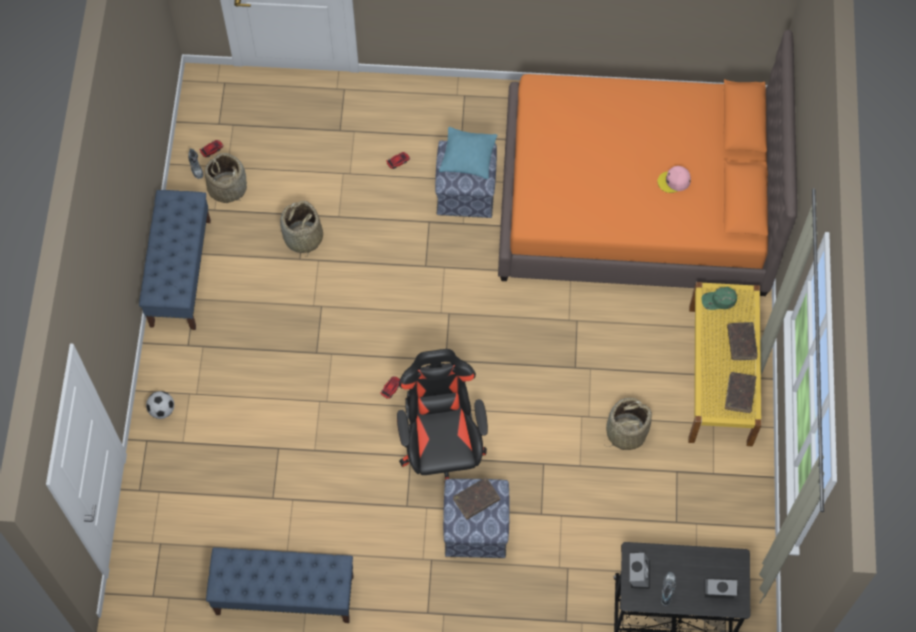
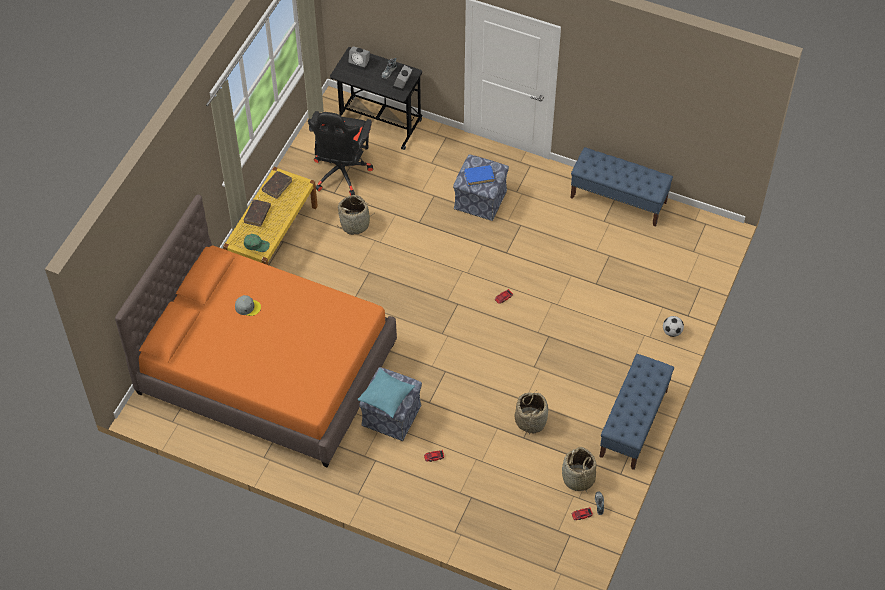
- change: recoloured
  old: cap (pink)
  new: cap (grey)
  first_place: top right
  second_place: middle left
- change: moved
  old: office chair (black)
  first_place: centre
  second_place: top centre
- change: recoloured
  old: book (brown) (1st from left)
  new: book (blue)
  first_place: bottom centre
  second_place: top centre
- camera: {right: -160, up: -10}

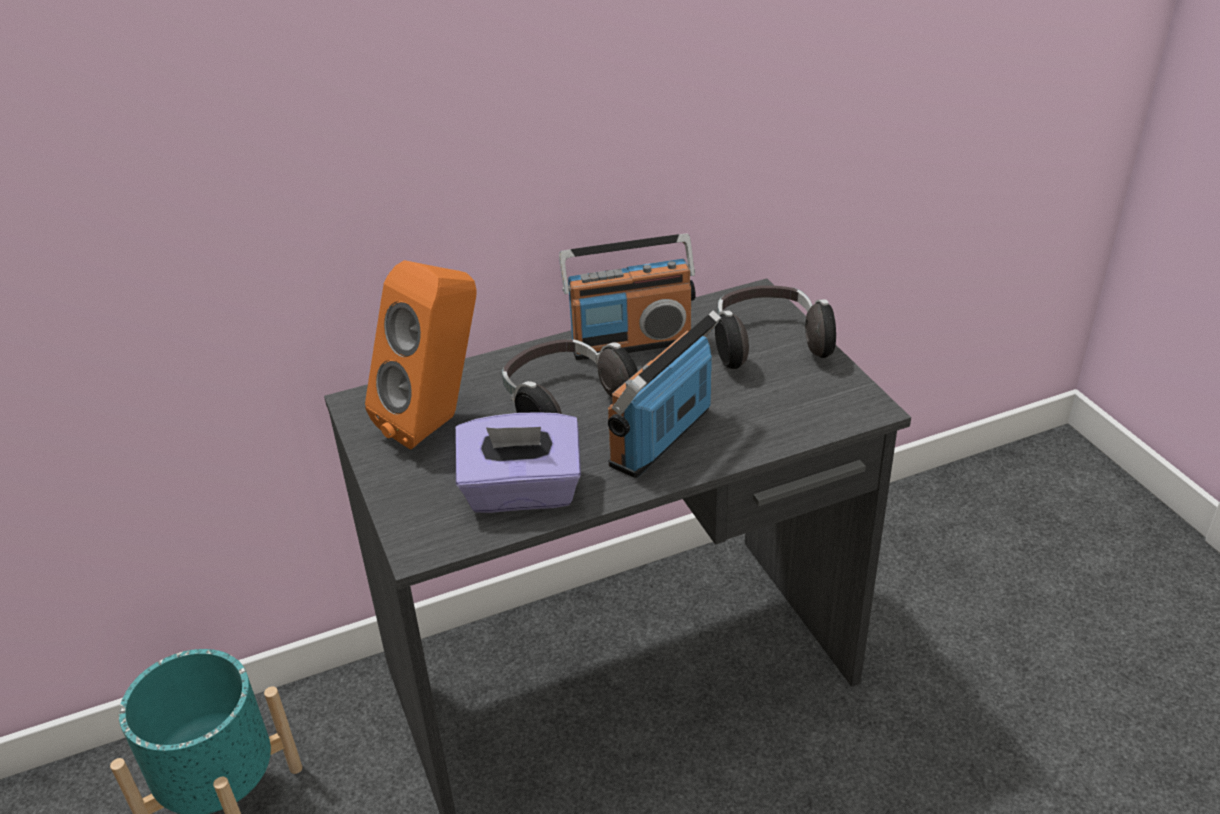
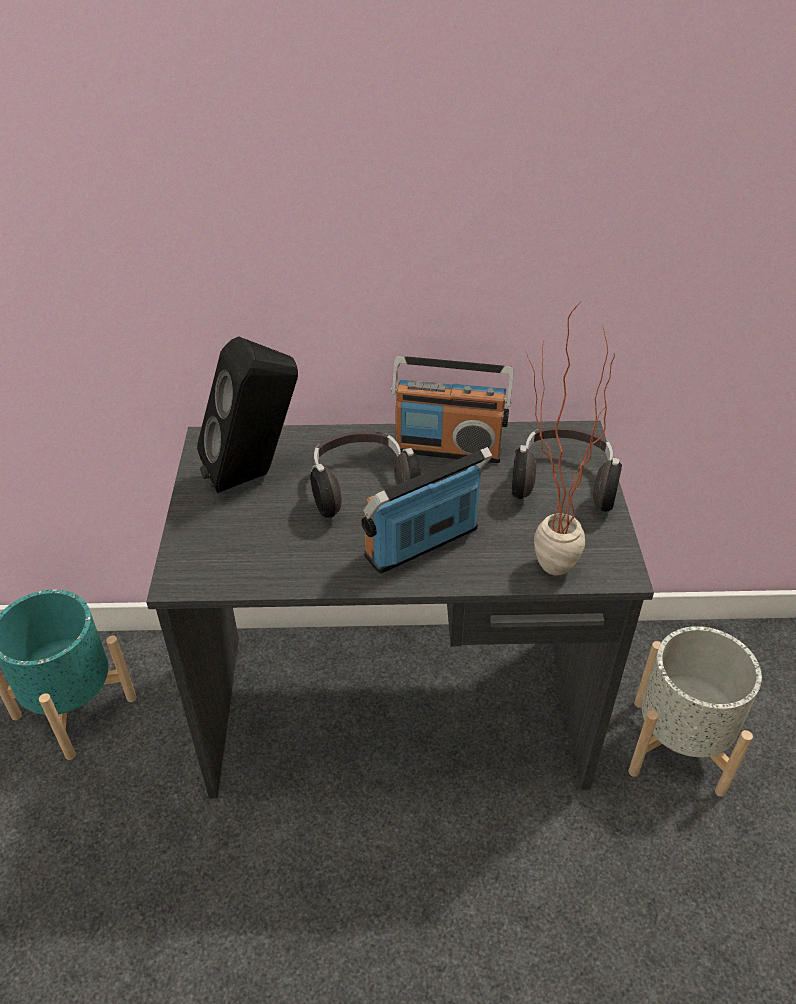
- change: recoloured
  old: speaker (orange)
  new: speaker (black)
  first_place: centre
  second_place: middle left
- change: added
  new: potted plant
  second_place: middle right
- change: added
  new: planter (grey)
  second_place: bottom right
- change: removed
  old: tissue box (purple)
  first_place: centre
- camera: {right: 20, up: 5}

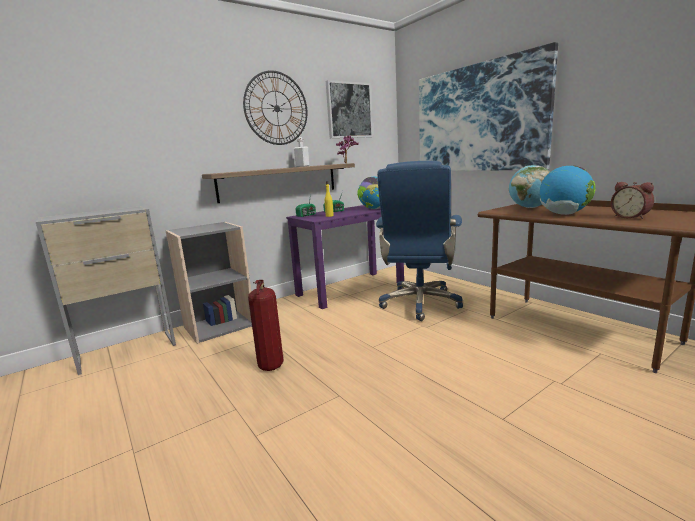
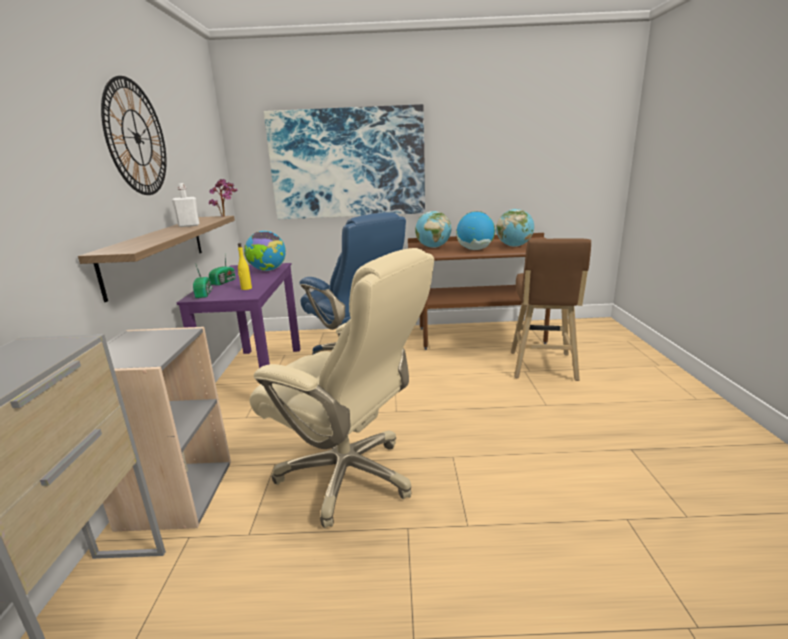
- change: replaced
  old: fire extinguisher
  new: office chair (beige)
  first_place: centre
  second_place: centre
- change: replaced
  old: alarm clock
  new: globe (4th from left)
  first_place: middle right
  second_place: centre
- change: added
  new: stool (brown)
  second_place: middle right
- change: removed
  old: picture (1st from left)
  first_place: top centre
- camera: {right: -55, up: 5}

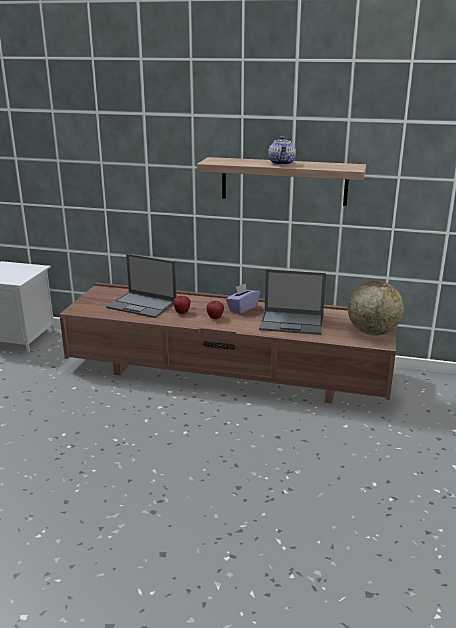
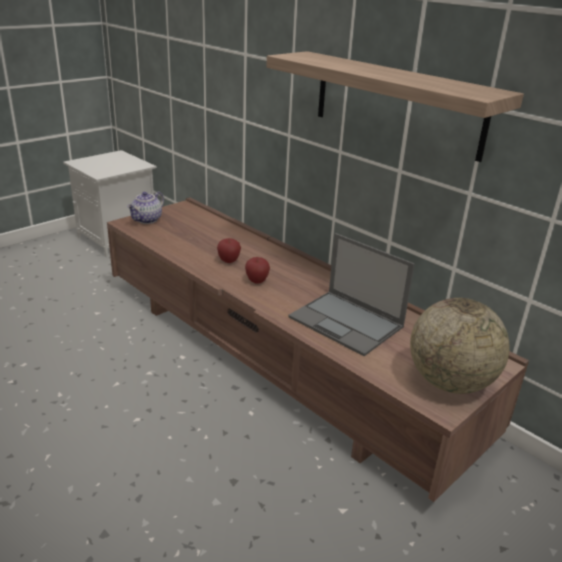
- change: moved
  old: teapot
  first_place: top centre
  second_place: middle left
- change: removed
  old: laptop (1st from left)
  first_place: middle left
- change: removed
  old: tissue box (purple)
  first_place: centre
- camera: {right: 30, up: 5}

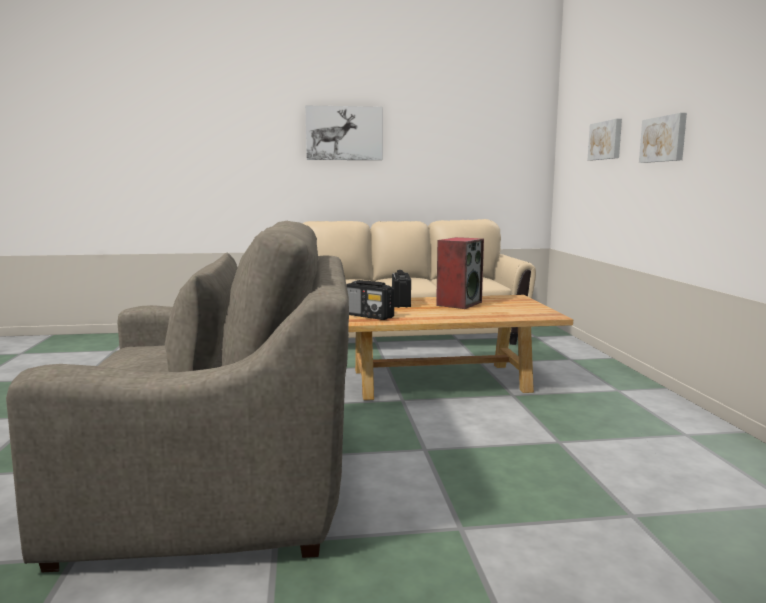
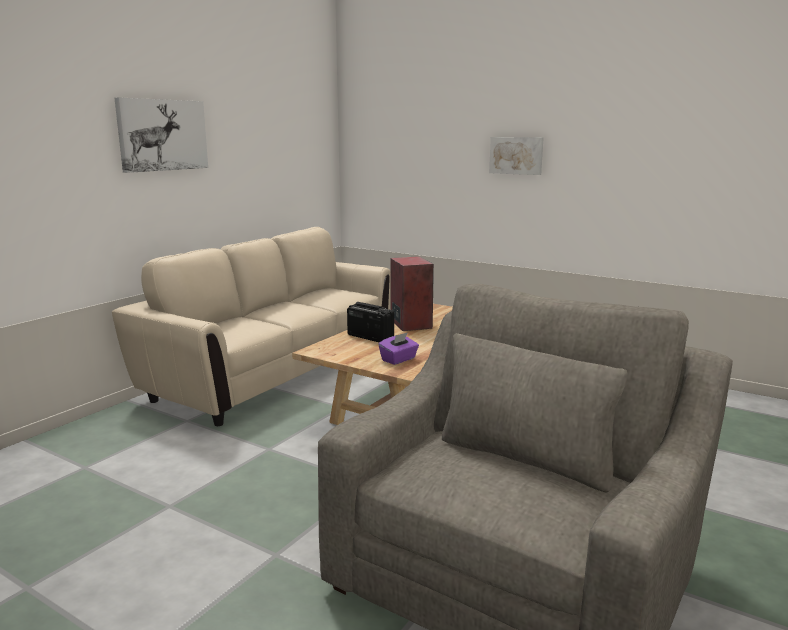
- change: replaced
  old: radio (1st from left)
  new: tissue box (purple)
  first_place: centre
  second_place: centre
- change: removed
  old: picture (2nd from left)
  first_place: top right
- camera: {right: -50, up: 5}

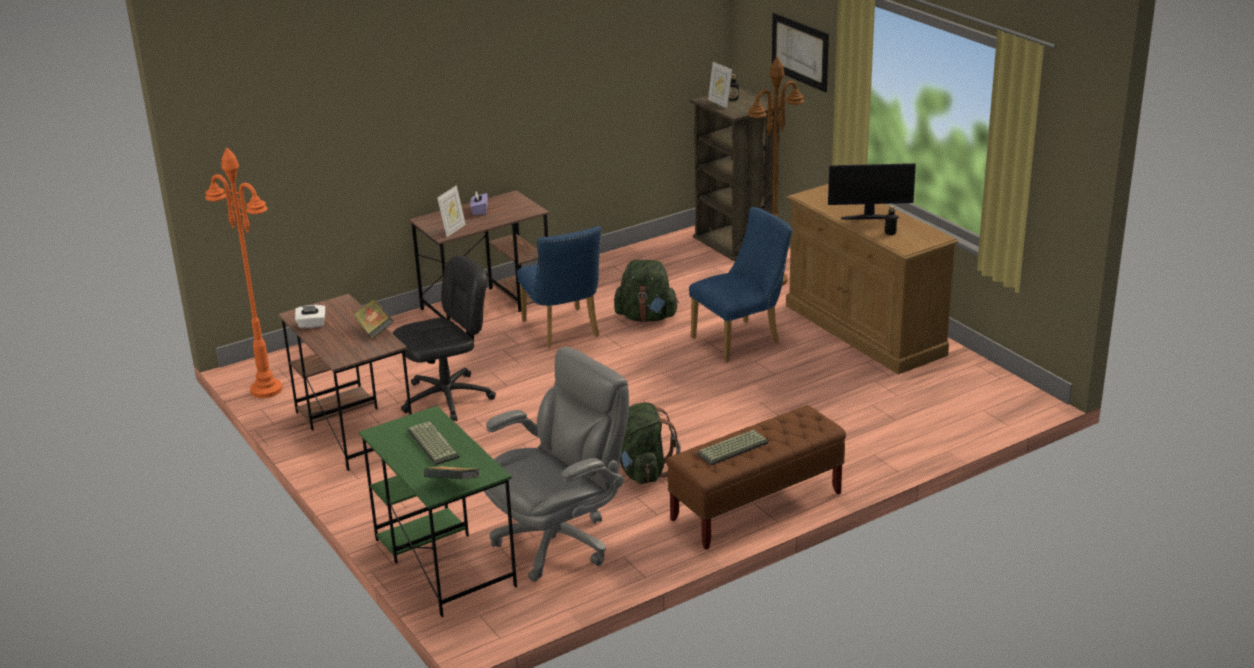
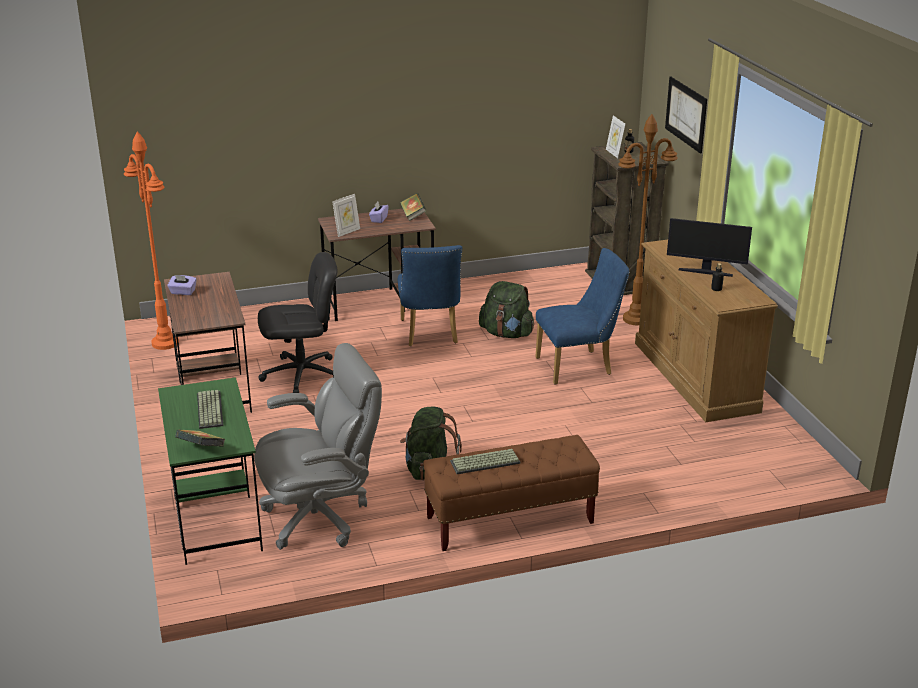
- change: recoloured
  old: tissue box (white)
  new: tissue box (purple) (1st from left)
  first_place: middle left
  second_place: middle left
- change: moved
  old: book (1st from left in the first image)
  new: book (2nd from left)
  first_place: middle left
  second_place: top centre
- camera: {right: 15, up: 0}

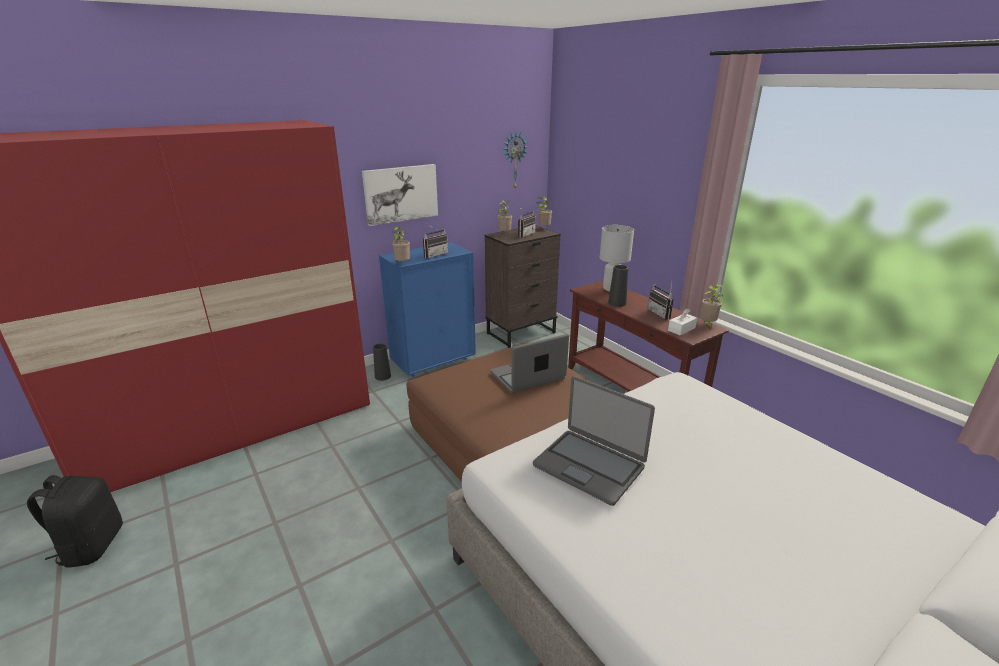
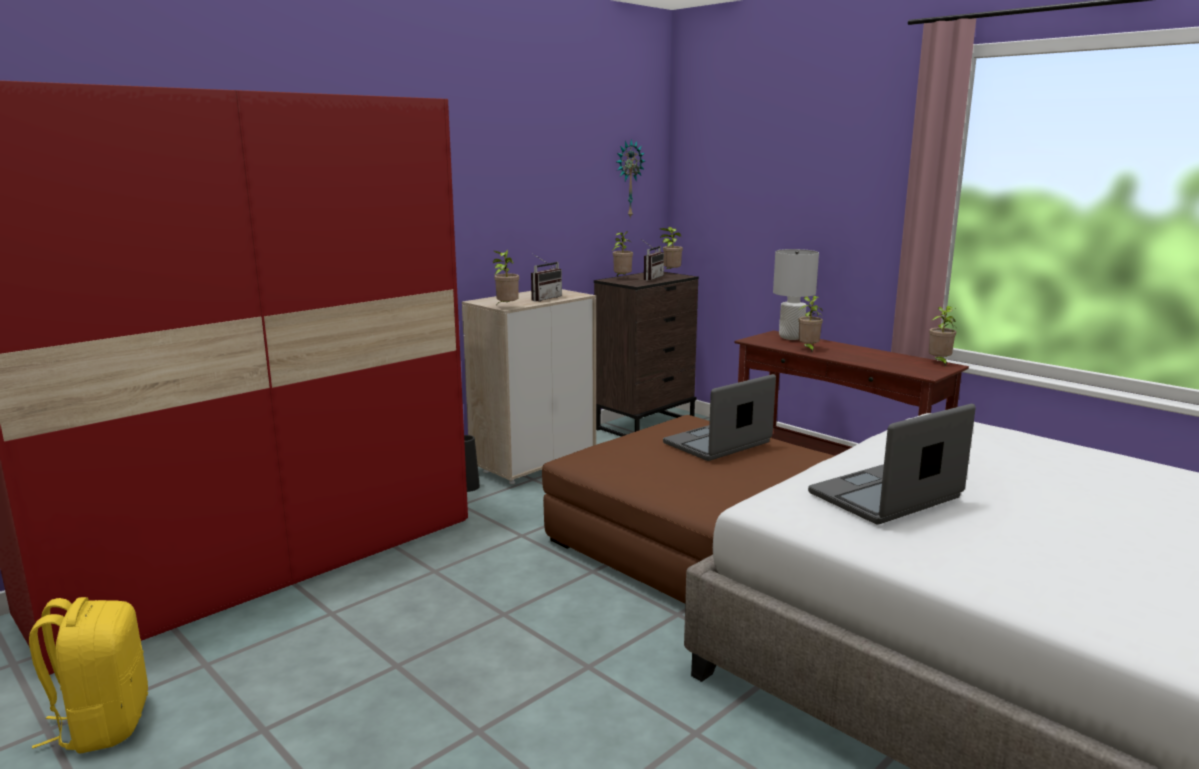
- change: recoloured
  old: backpack (black)
  new: backpack (yellow)
  first_place: bottom left
  second_place: bottom left
- change: recoloured
  old: cabinet (blue)
  new: cabinet (beige)
  first_place: centre
  second_place: centre
- change: replaced
  old: vase (black) (2nd from left)
  new: potted plant (4th from left)
  first_place: centre
  second_place: middle right
- change: turned
  old: laptop (2nd from left)
  first_place: centre
  second_place: middle right
  degrees: 120
- change: removed
  old: picture
  first_place: top centre
- change: removed
  old: radio (3rd from left)
  first_place: centre
- change: removed
  old: tissue box (white)
  first_place: middle right
- camera: {right: -10, up: -10}

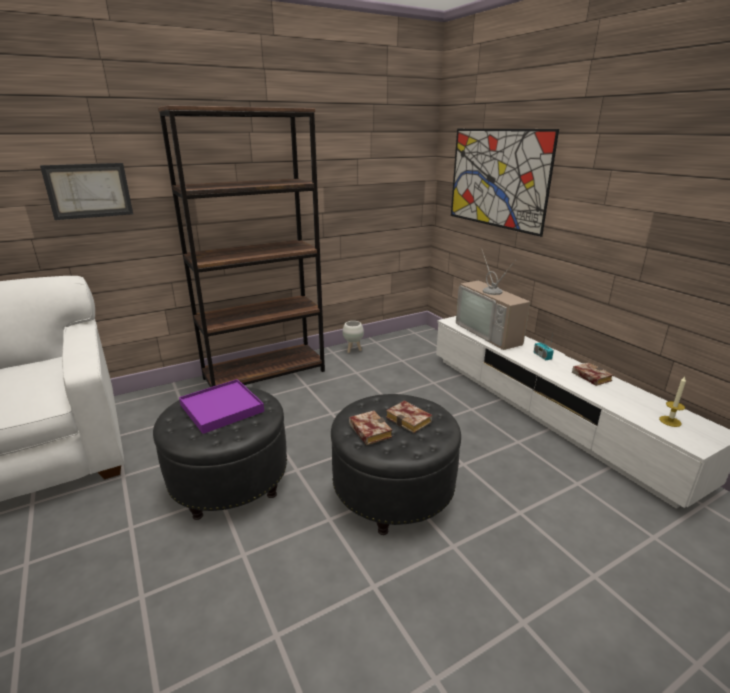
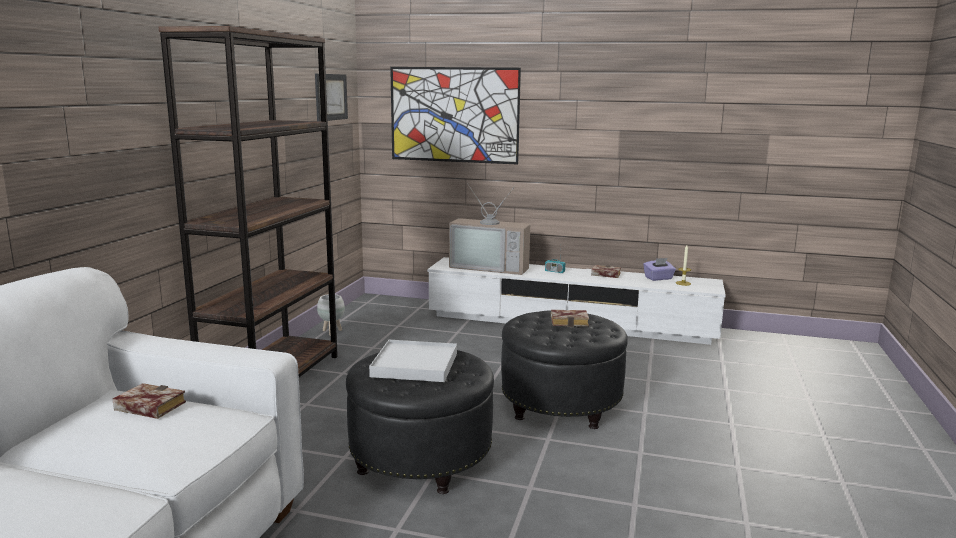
- change: moved
  old: book (1st from left)
  first_place: centre
  second_place: bottom left
- change: moved
  old: picture (1st from left)
  first_place: top left
  second_place: top centre
- change: recoloured
  old: tray (purple)
  new: tray (white)
  first_place: middle left
  second_place: bottom centre
- change: added
  new: tissue box (purple)
  second_place: middle right
- camera: {right: -45, up: -10}

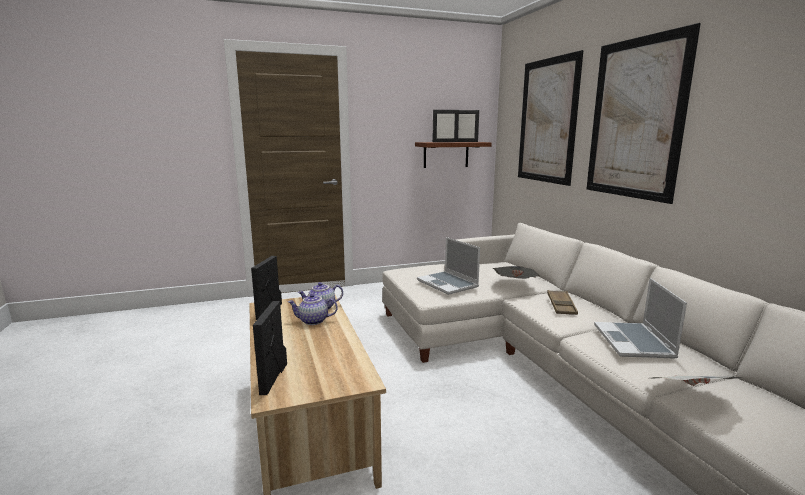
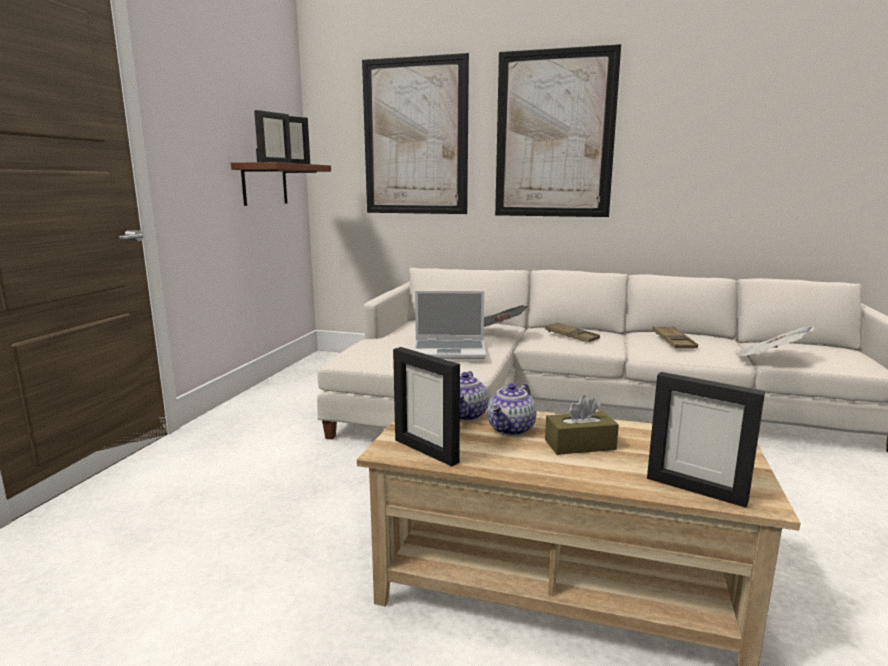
- change: added
  new: tissue box (brown)
  second_place: centre
- change: replaced
  old: laptop (2nd from left)
  new: tray (brown) (2nd from left)
  first_place: middle right
  second_place: middle right
- camera: {right: -55, up: 0}

